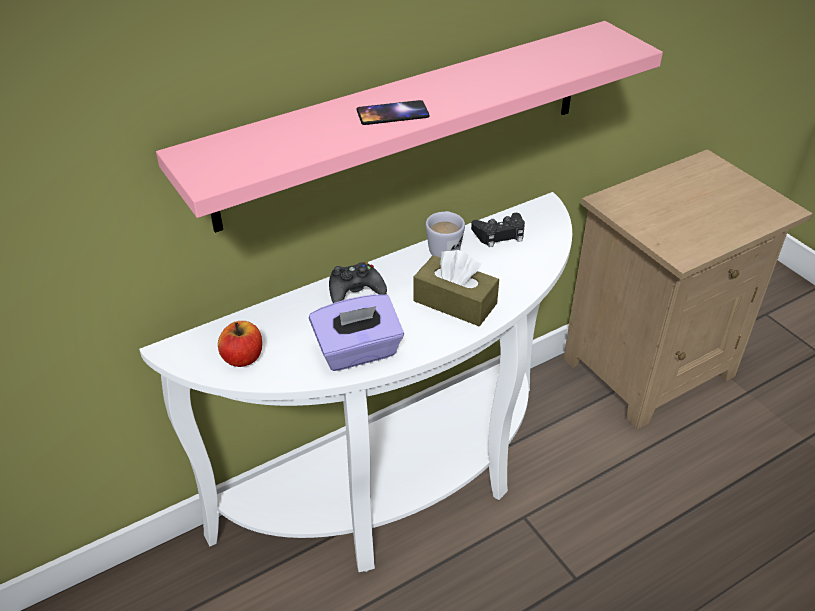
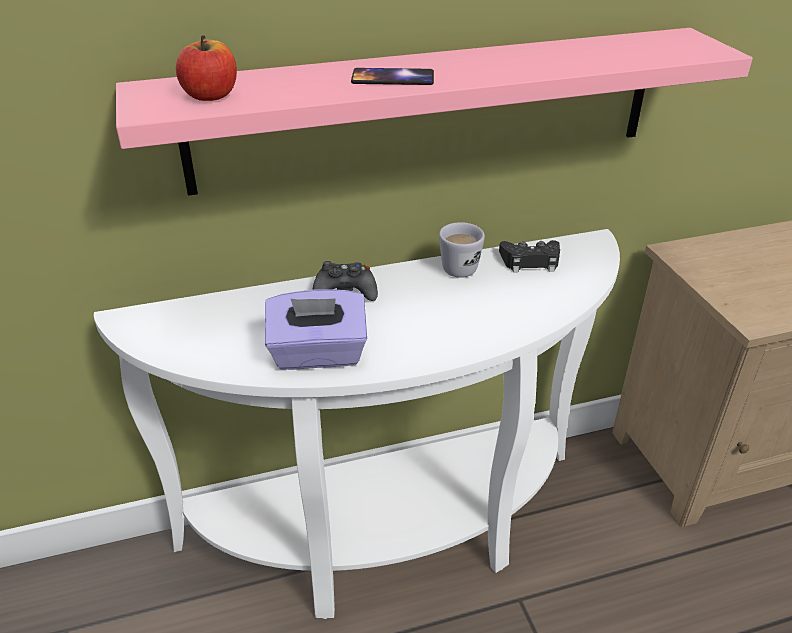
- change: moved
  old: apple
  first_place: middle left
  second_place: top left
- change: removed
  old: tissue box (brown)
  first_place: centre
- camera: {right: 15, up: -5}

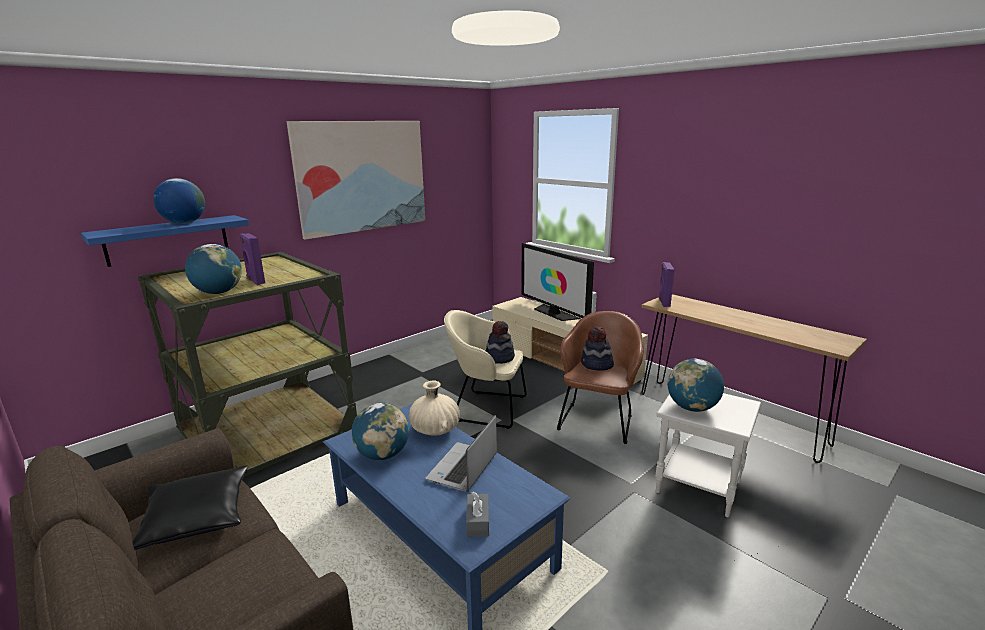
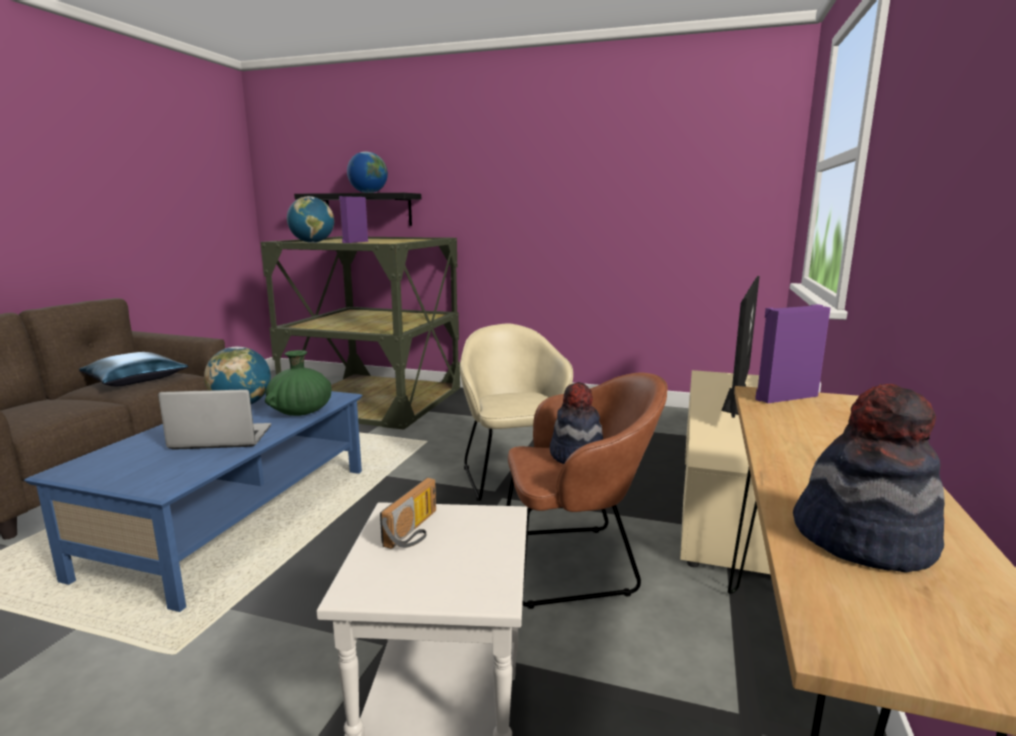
- change: recoloured
  old: pillow (black)
  new: pillow (blue)
  first_place: bottom left
  second_place: middle left
- change: recoloured
  old: vase (beige)
  new: vase (green)
  first_place: centre
  second_place: middle left
- change: recoloured
  old: shelf (blue)
  new: shelf (black)
  first_place: middle left
  second_place: top centre
- change: replaced
  old: globe (4th from left)
  new: radio
  first_place: middle right
  second_place: bottom centre
- change: moved
  old: hat (1st from left in the first image)
  new: hat (2nd from left)
  first_place: centre
  second_place: middle right
- change: removed
  old: picture
  first_place: top centre
- change: removed
  old: tissue box (grey)
  first_place: bottom centre
- camera: {right: 60, up: -5}

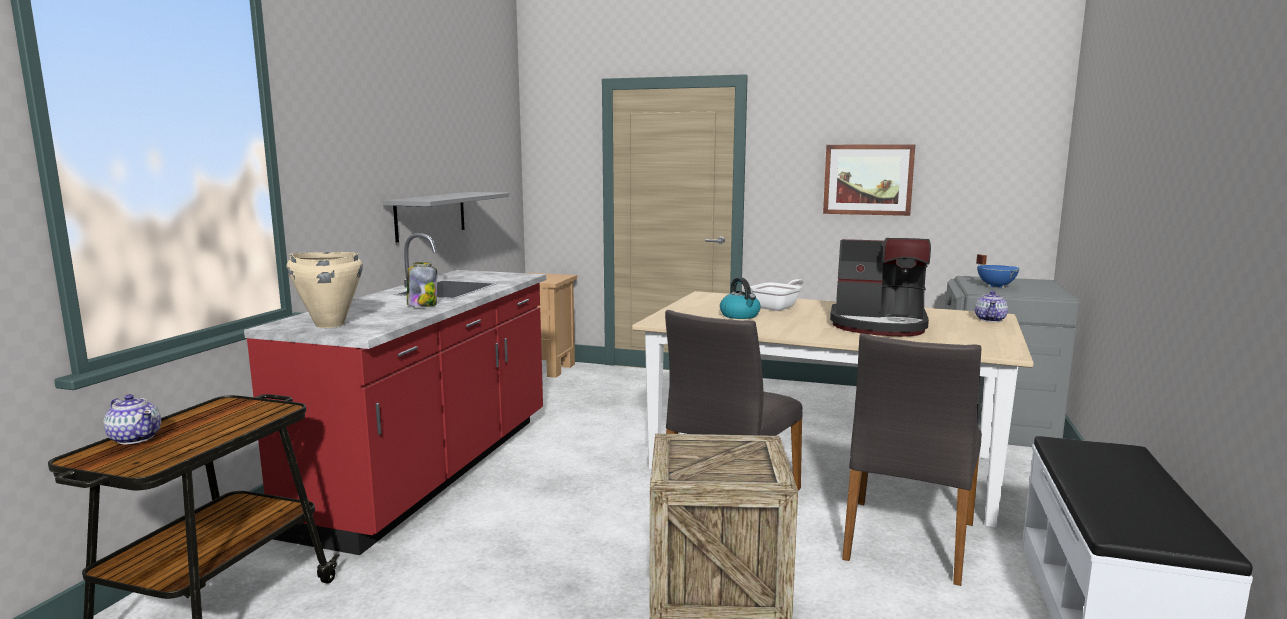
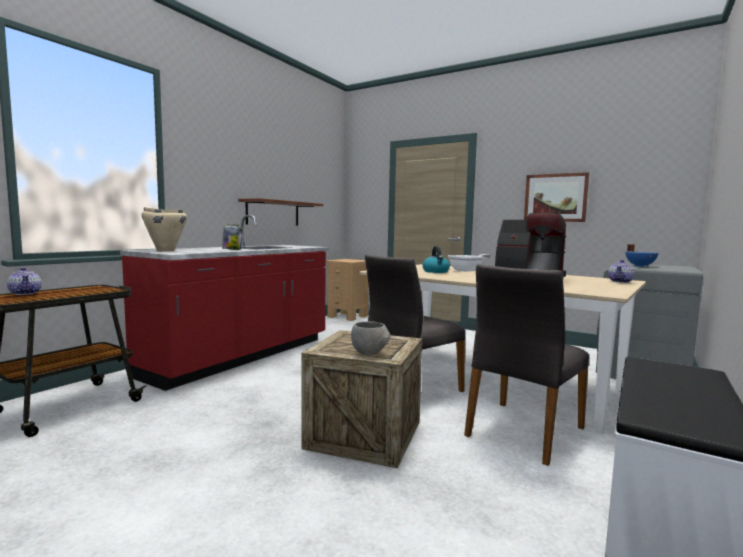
- change: recoloured
  old: shelf (grey)
  new: shelf (brown)
  first_place: centre
  second_place: centre
- change: added
  new: bowl (grey)
  second_place: centre
- camera: {right: 15, up: -5}

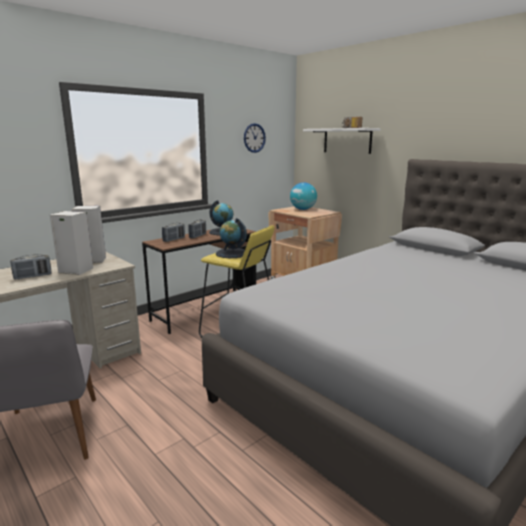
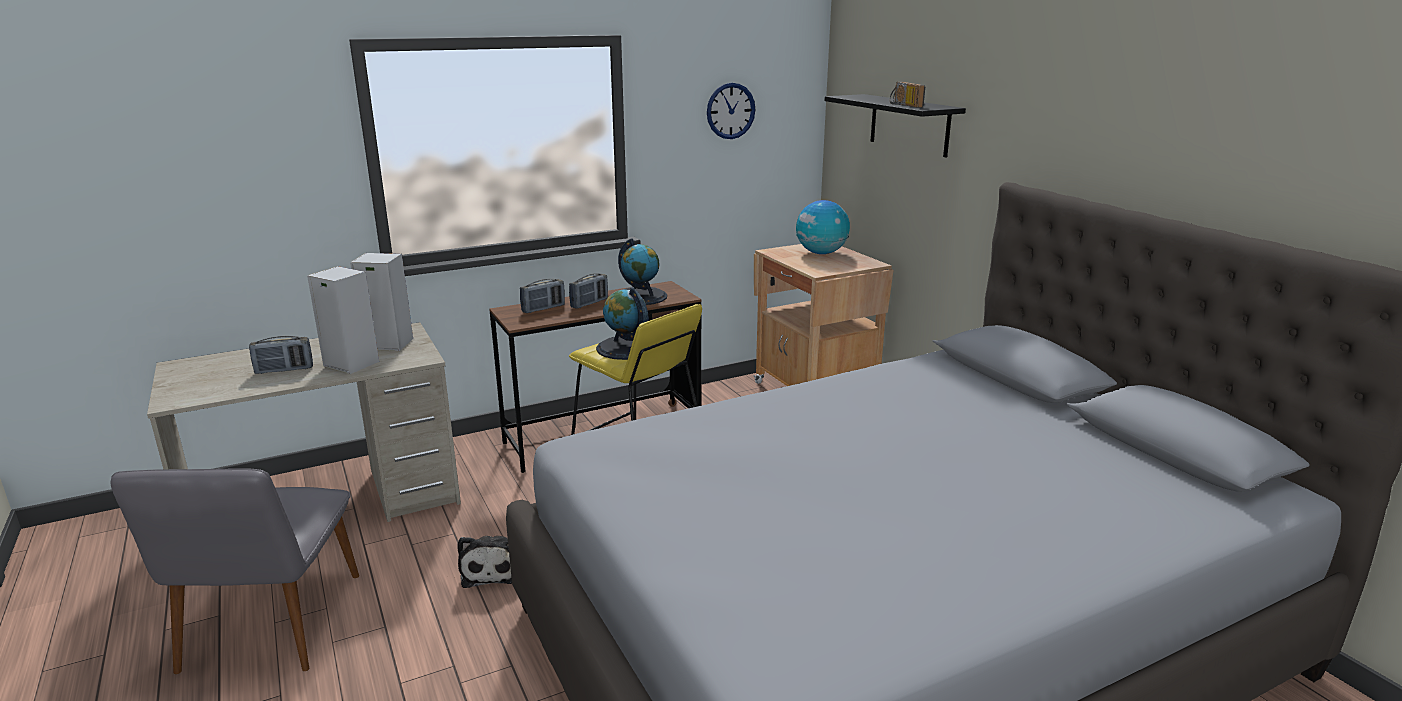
- change: added
  new: plush toy
  second_place: bottom centre
- change: recoloured
  old: shelf (white)
  new: shelf (black)
  first_place: top centre
  second_place: top centre
- camera: {right: 15, up: 5}

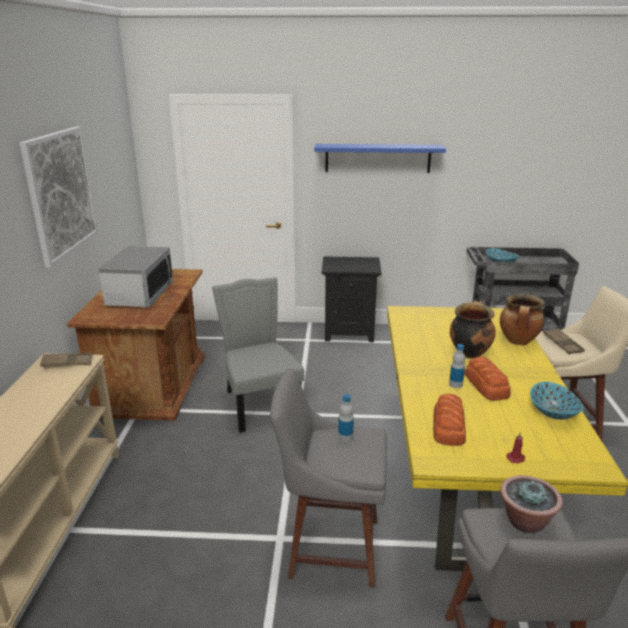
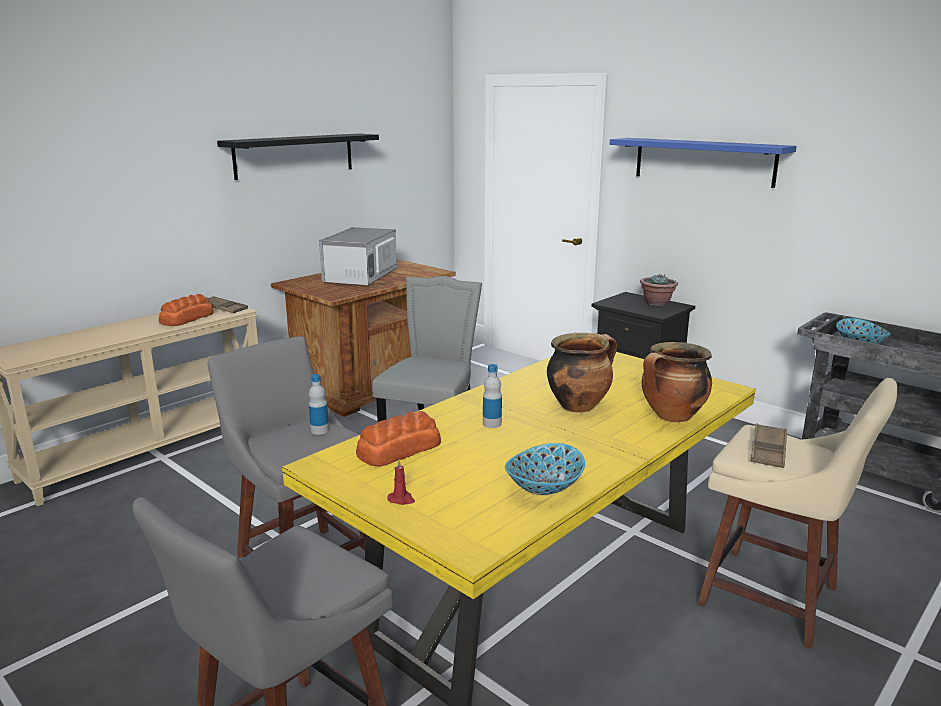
- change: moved
  old: bread (2nd from left in the first image)
  new: bread (1st from left)
  first_place: middle right
  second_place: middle left
- change: replaced
  old: picture
  new: shelf (black)
  first_place: top left
  second_place: top left
- change: turned
  old: microwave
  first_place: middle left
  second_place: centre
  degrees: 150
- change: moved
  old: potted plant
  first_place: bottom right
  second_place: middle right
- camera: {right: 40, up: -5}

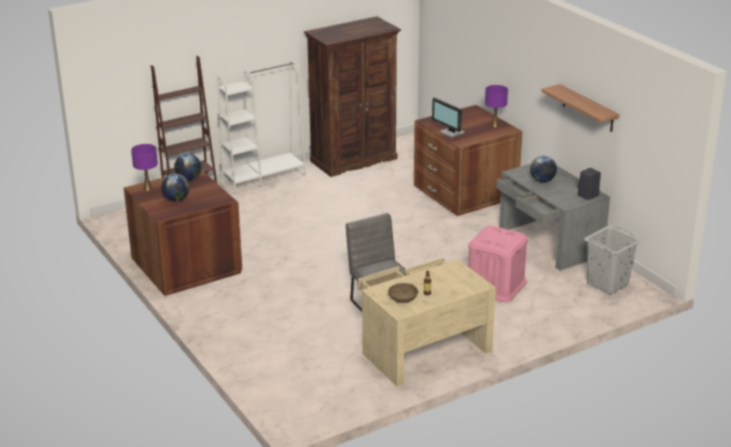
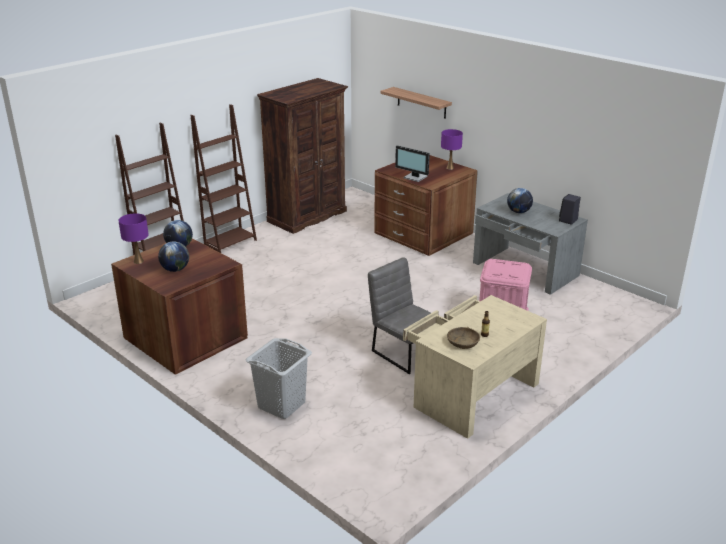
- change: replaced
  old: clothes rack (white)
  new: bookcase (brown) (2nd from left)
  first_place: top centre
  second_place: top left
- change: moved
  old: laundry basket (grey)
  first_place: middle right
  second_place: bottom centre
- change: moved
  old: shelf
  first_place: top right
  second_place: top centre
- camera: {right: -15, up: 0}

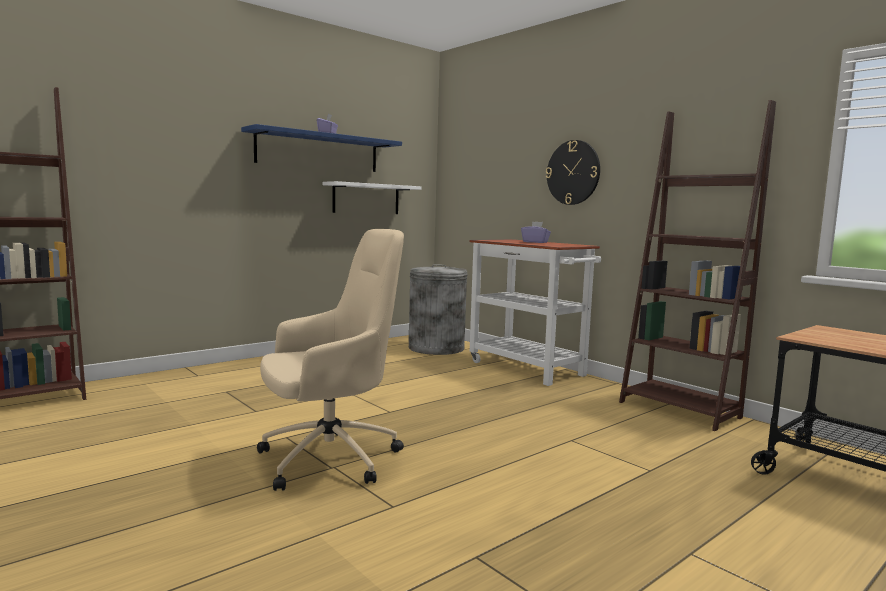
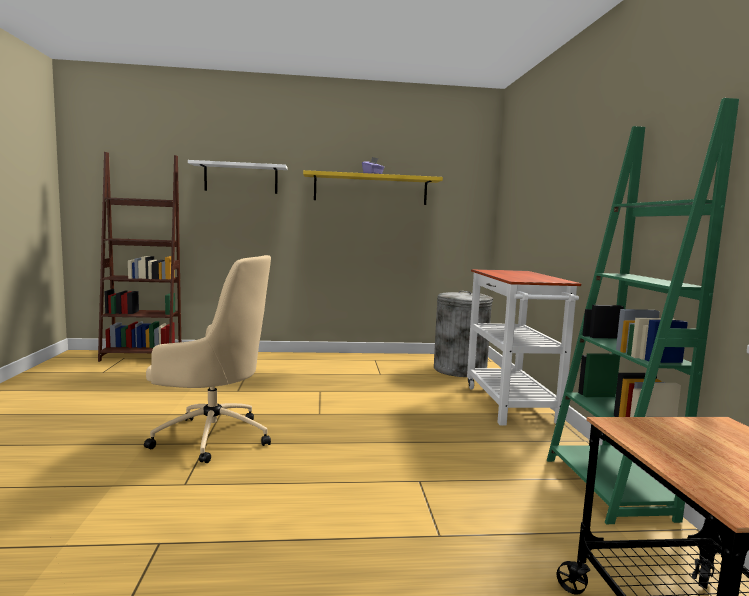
- change: moved
  old: shelf (white)
  first_place: centre
  second_place: top left
- change: recoloured
  old: shelf (blue)
  new: shelf (yellow)
  first_place: top centre
  second_place: top centre
- change: recoloured
  old: bookcase (brown) (2nd from left)
  new: bookcase (green)
  first_place: middle right
  second_place: middle right
- change: removed
  old: tissue box (purple) (2nd from left)
  first_place: centre
- change: removed
  old: wall clock
  first_place: top centre
- camera: {right: 35, up: 0}

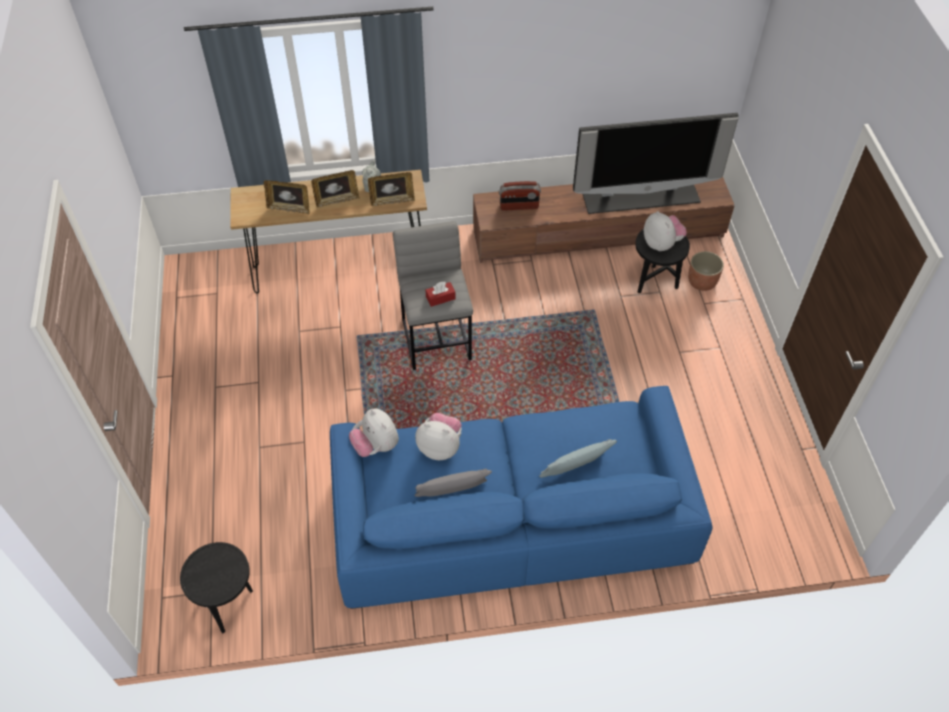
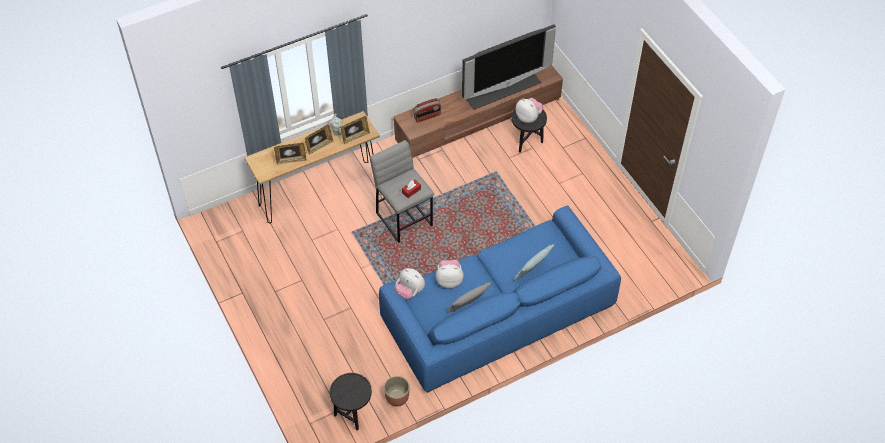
- change: moved
  old: planter
  first_place: middle right
  second_place: bottom centre
- camera: {right: -20, up: 0}

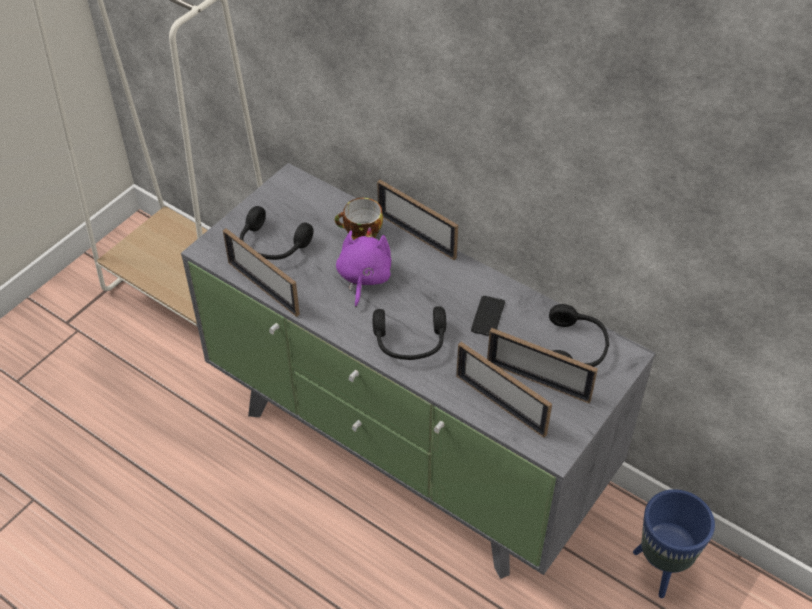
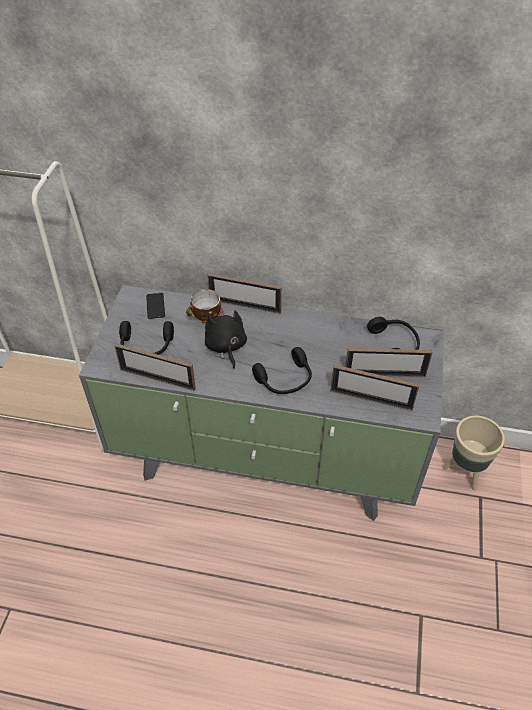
- change: moved
  old: phone
  first_place: centre
  second_place: middle left
- change: recoloured
  old: plush toy (purple)
  new: plush toy (black)
  first_place: centre
  second_place: centre
- change: recoloured
  old: planter (blue)
  new: planter (beige)
  first_place: bottom right
  second_place: middle right
- camera: {right: -25, up: 0}

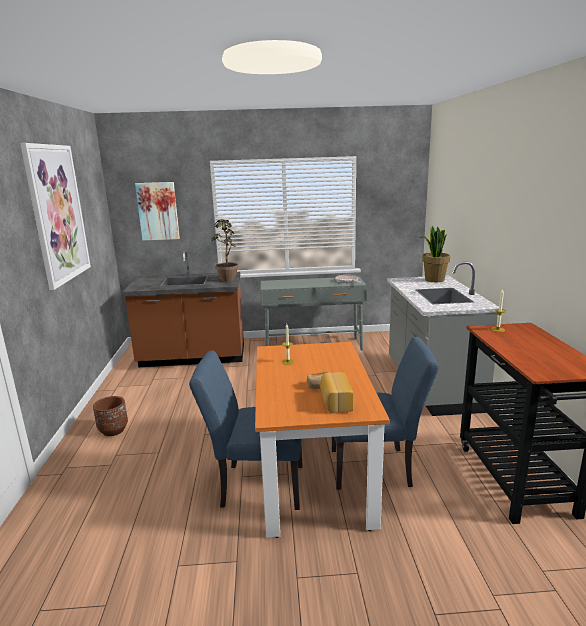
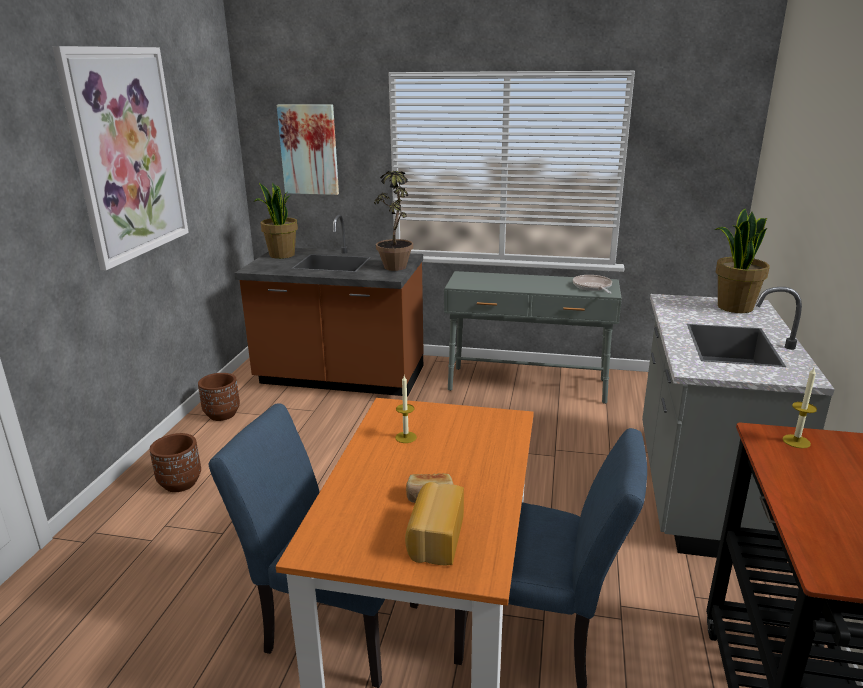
- change: added
  new: planter (brown) (2nd from left)
  second_place: middle left
- change: added
  new: potted plant (1st from left)
  second_place: top left
- camera: {right: 15, up: 5}

